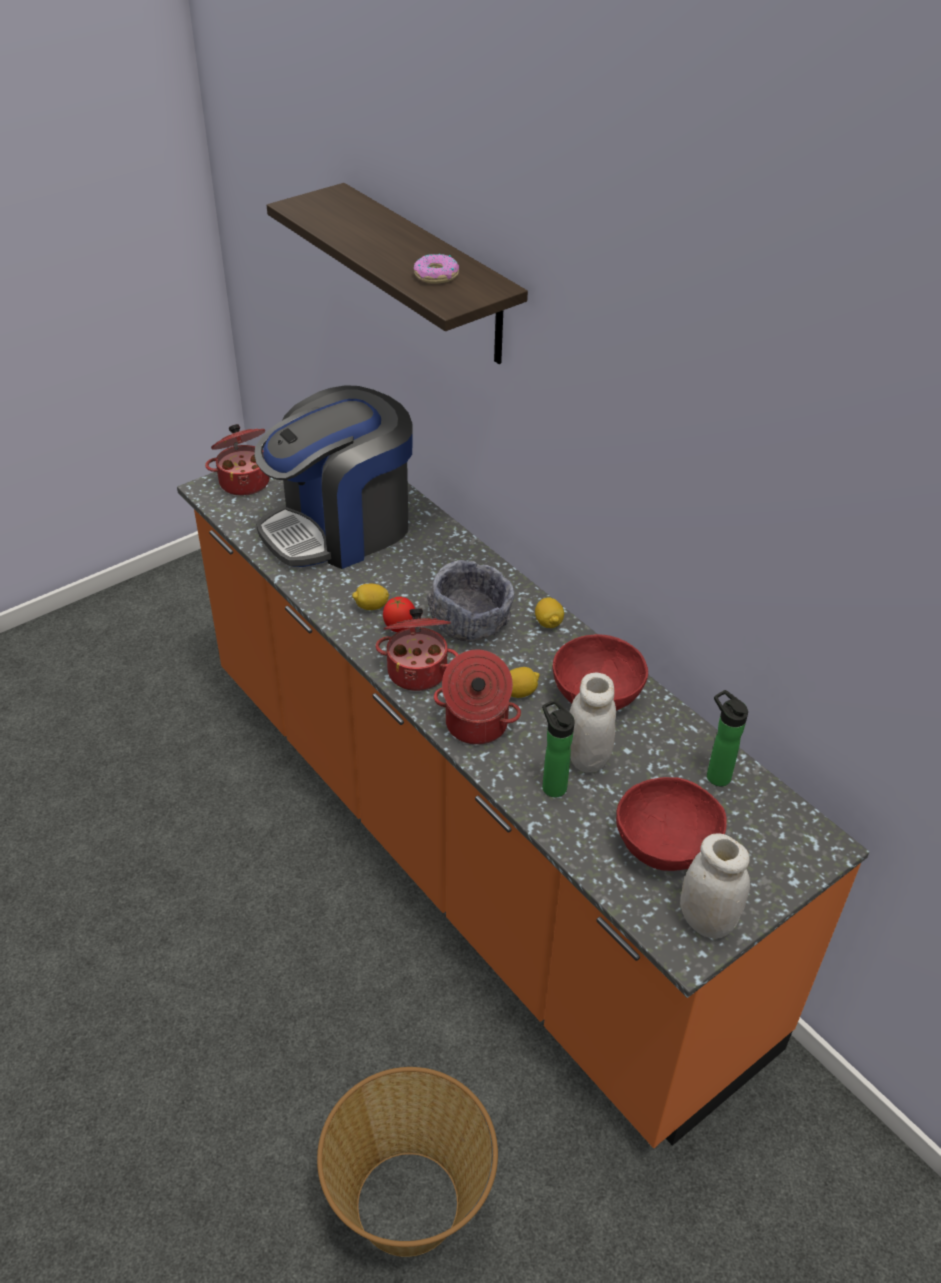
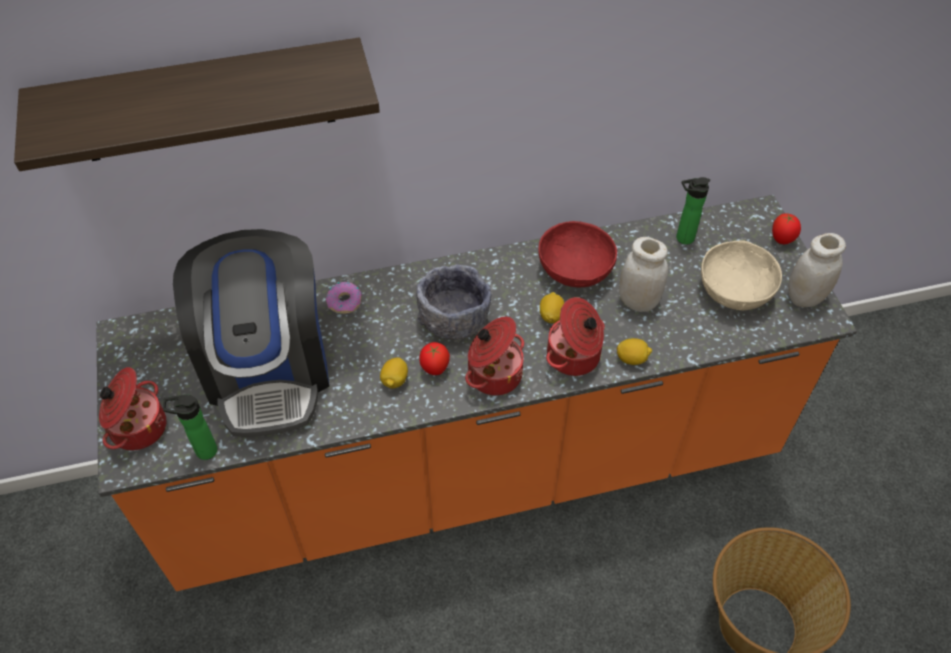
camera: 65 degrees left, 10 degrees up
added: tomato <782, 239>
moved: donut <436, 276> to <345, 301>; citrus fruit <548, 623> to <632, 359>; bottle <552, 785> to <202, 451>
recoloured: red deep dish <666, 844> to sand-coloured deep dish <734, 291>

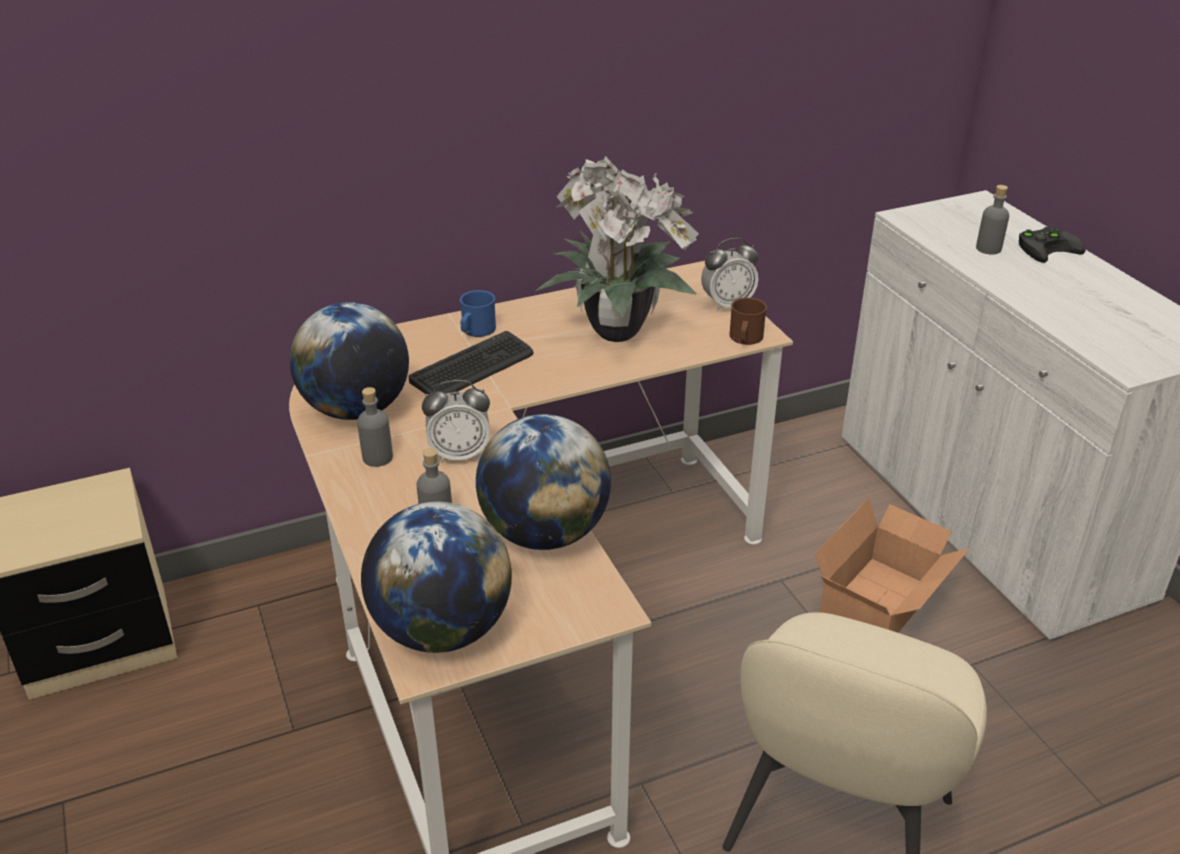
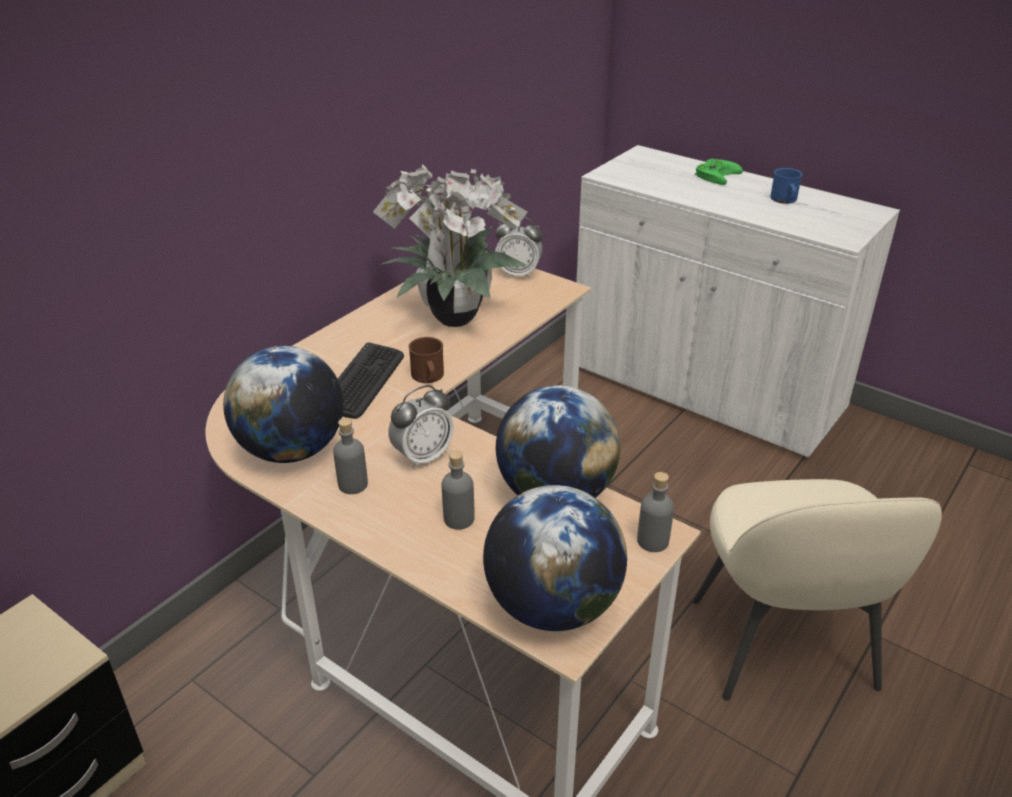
camera: 30 degrees left, 0 degrees up
removed: packing box <883, 603>
moved: grey bottle <988, 248> to <653, 541>; bluish coffee mug <476, 331> to <785, 200>; brown-coloured coffee mug <745, 339> to <428, 377>
recoloured: black joypad <1047, 247> to green-coloured joypad <716, 174>
turned: bedside clock <727, 304> = <518, 274> 60 degrees clockwise

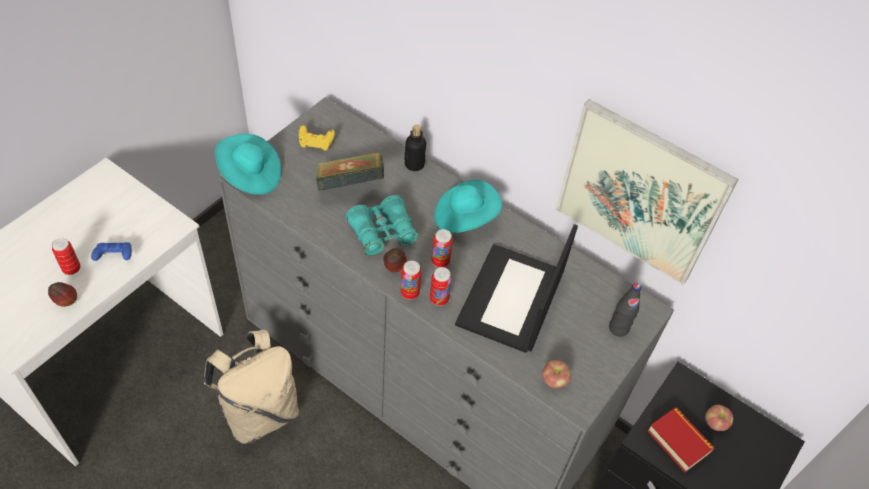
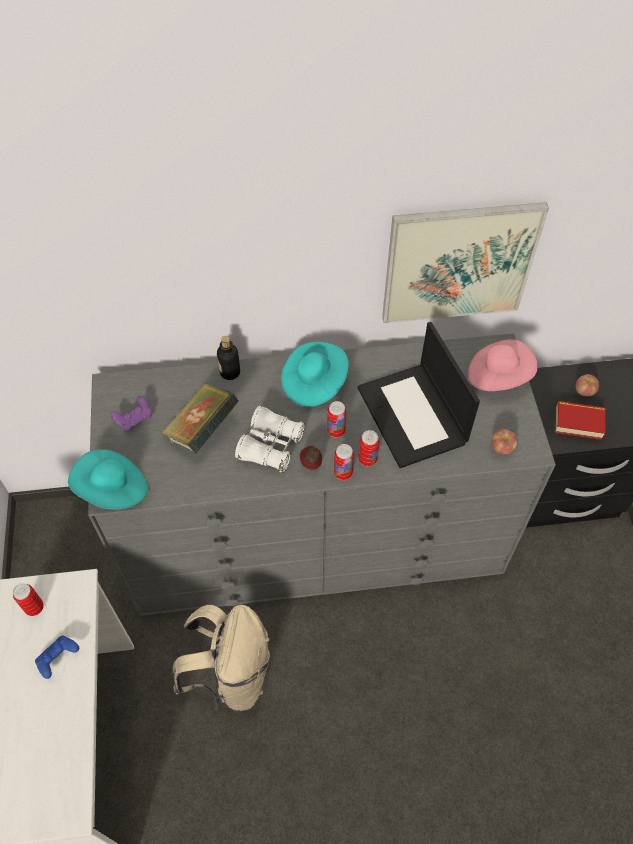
camera: 40 degrees left, 5 degrees up
removed: whole apple <66, 302>
moved: sealed can <71, 269> to <34, 607>
replaced: black bottle <618, 328> to pinkish hat <498, 376>
recoloured: yellow joypad <316, 144> to purple-coloured joypad <134, 418>; blue-green pair of binoculars <382, 233> to white pair of binoculars <270, 445>

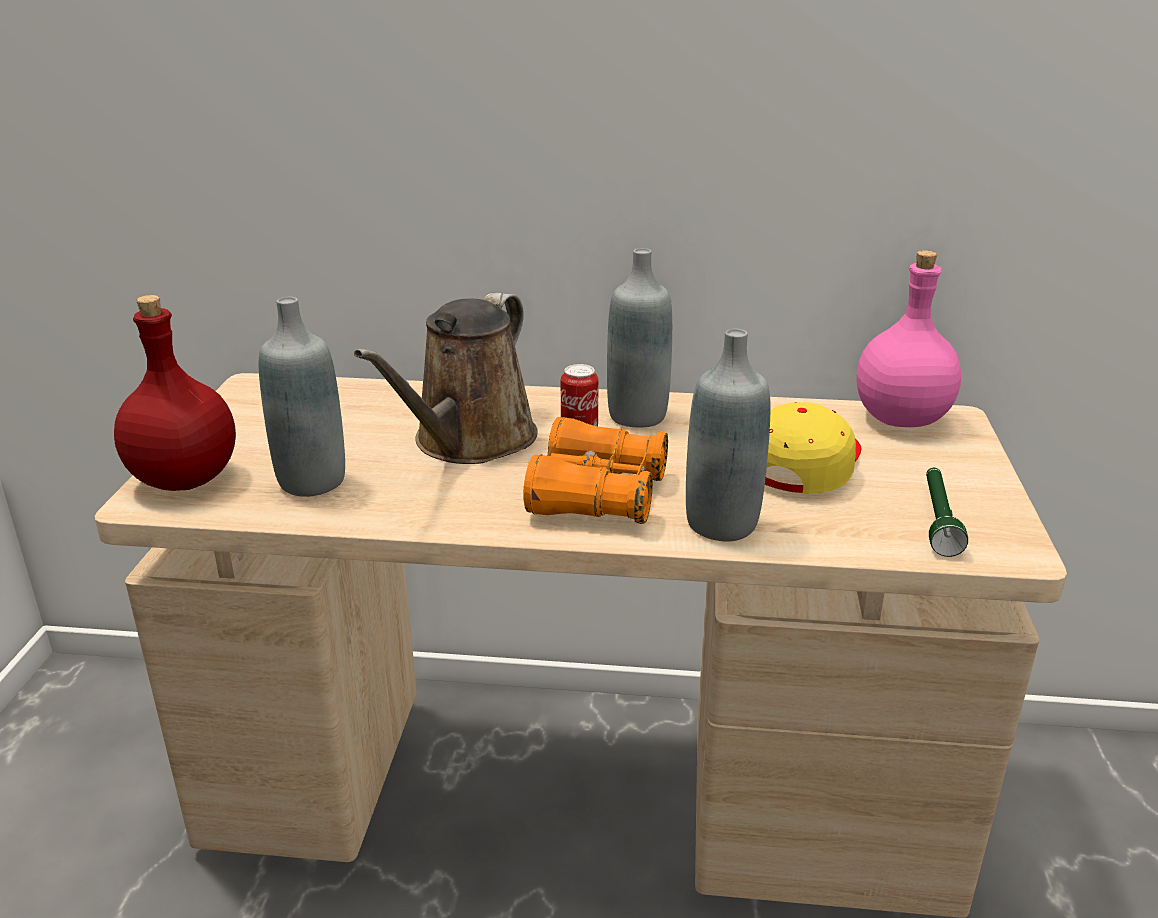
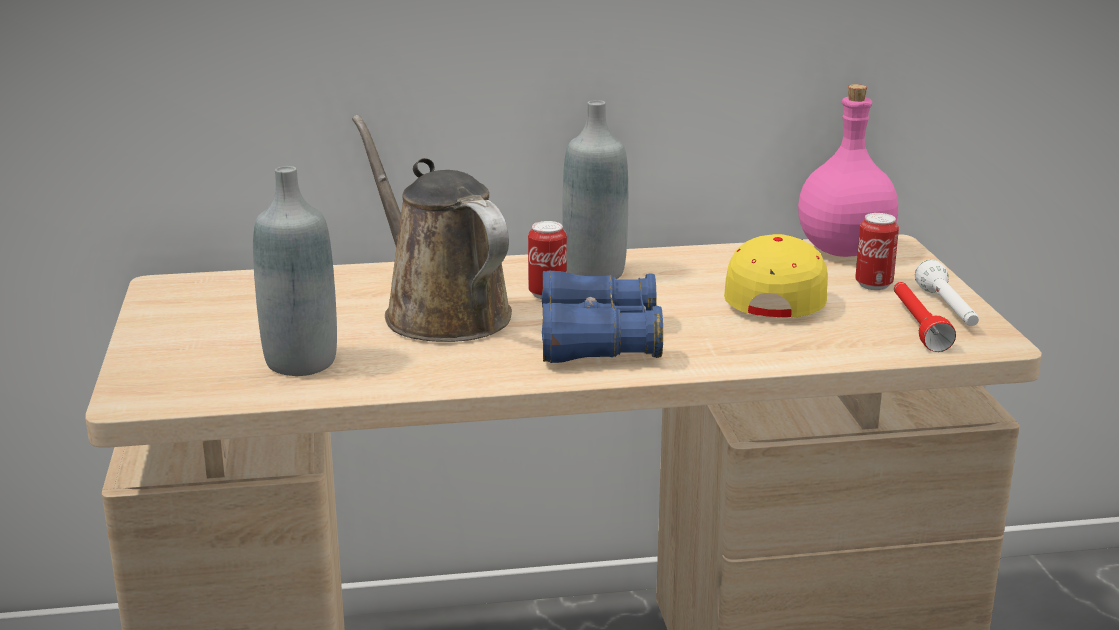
camera: 15 degrees left, 5 degrees down
removed: red bottle <184, 479>; grey bottle <722, 524>
added: sealed can <873, 285>; white torch <948, 310>
recoloured: orange pair of binoculars <597, 495> to bluish pair of binoculars <598, 341>; green-coloured torch <938, 520> to red torch <917, 326>
turned: brown-coloured sprinkling can <469, 442> = <440, 312> 135 degrees clockwise

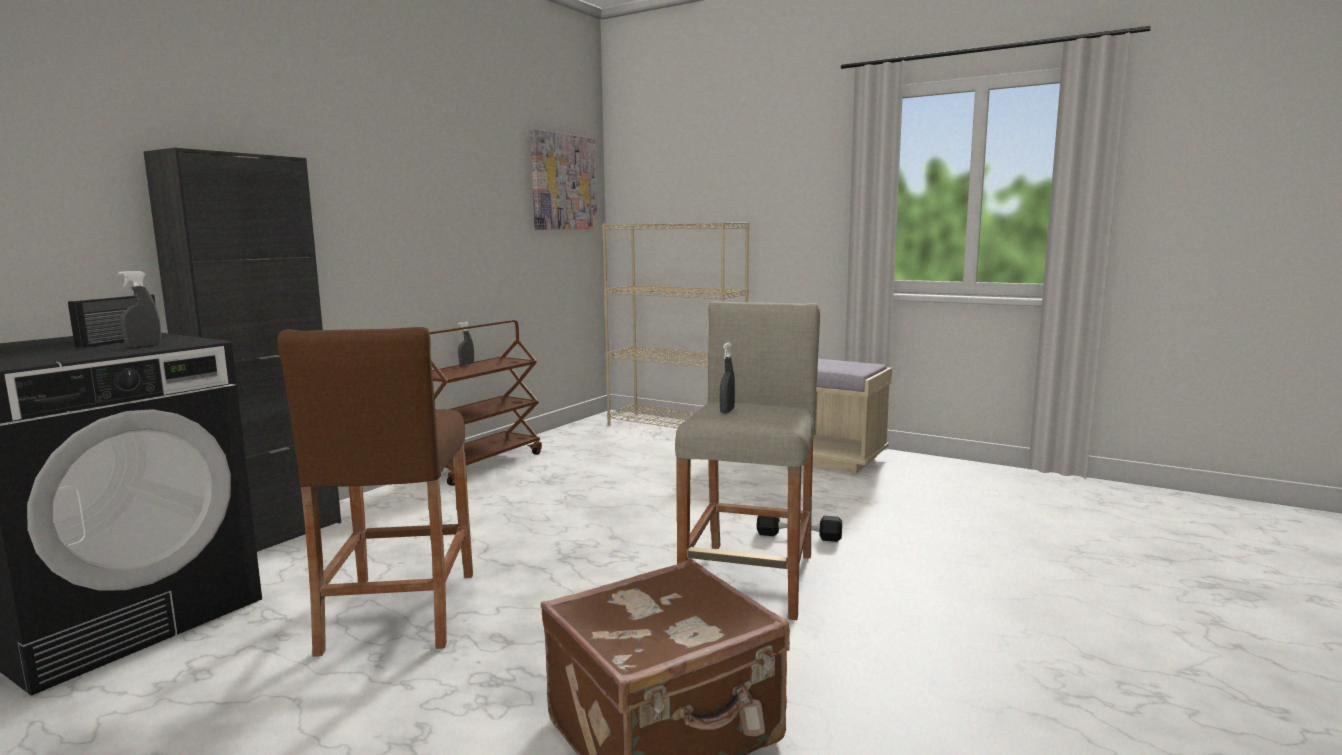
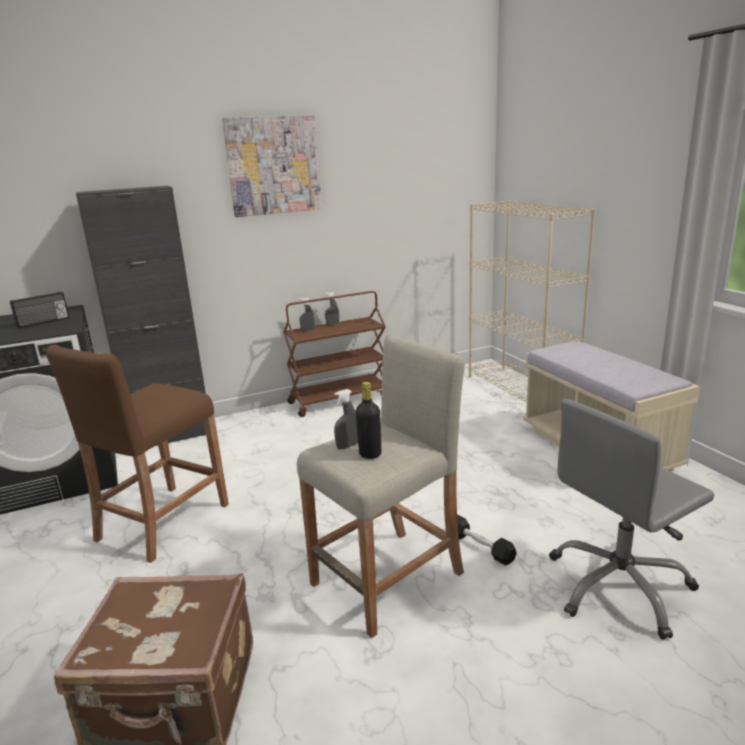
camera: 35 degrees right, 10 degrees up
added: black bottle <370, 454>; grey computer chair <619, 586>
moved: wall art <563, 182> to <273, 165>; grey sprayer <144, 346> to <307, 330>

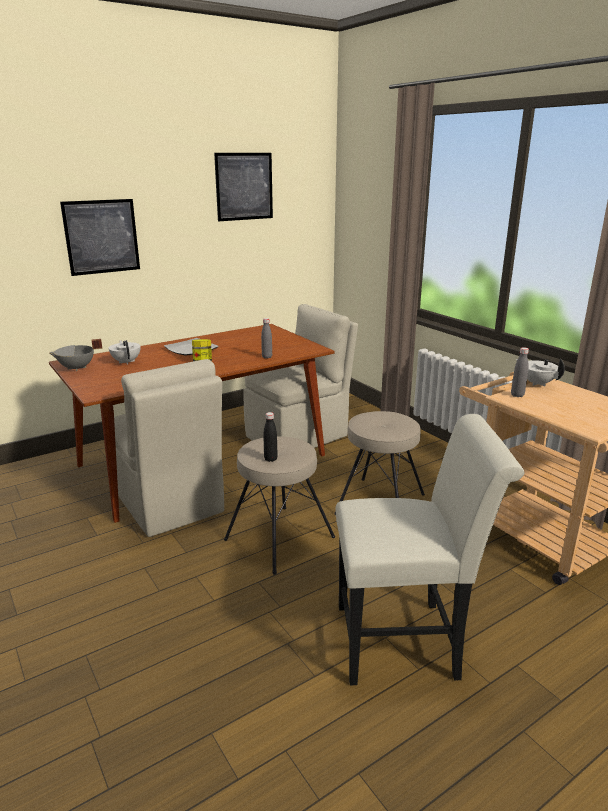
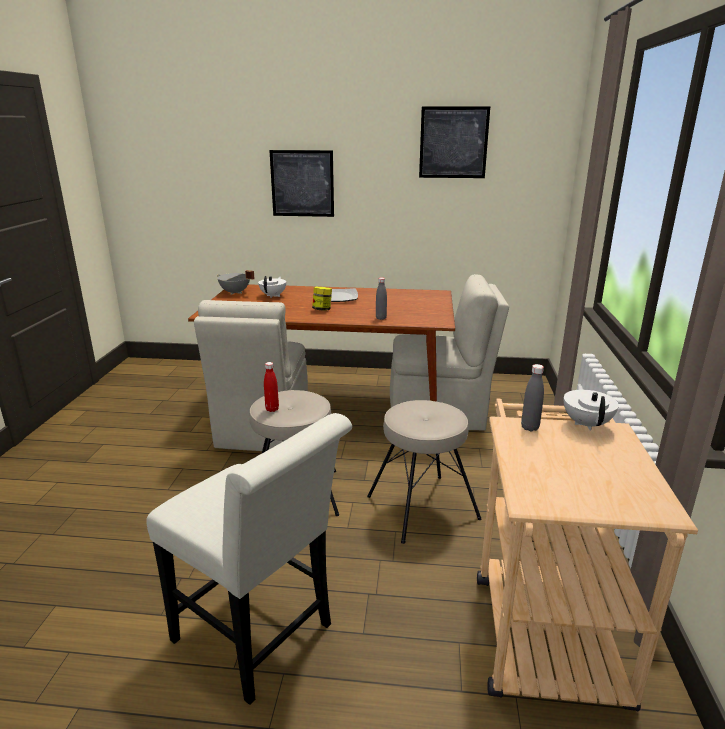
camera: 40 degrees right, 0 degrees up
recoloured: black bottle <270, 459> to red bottle <272, 409>

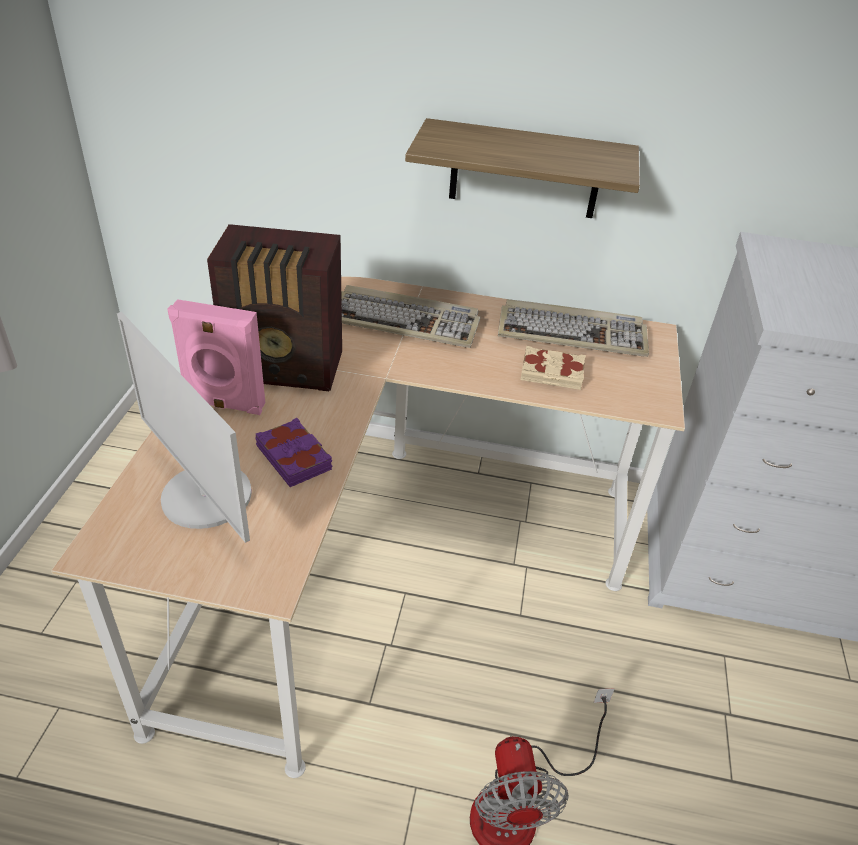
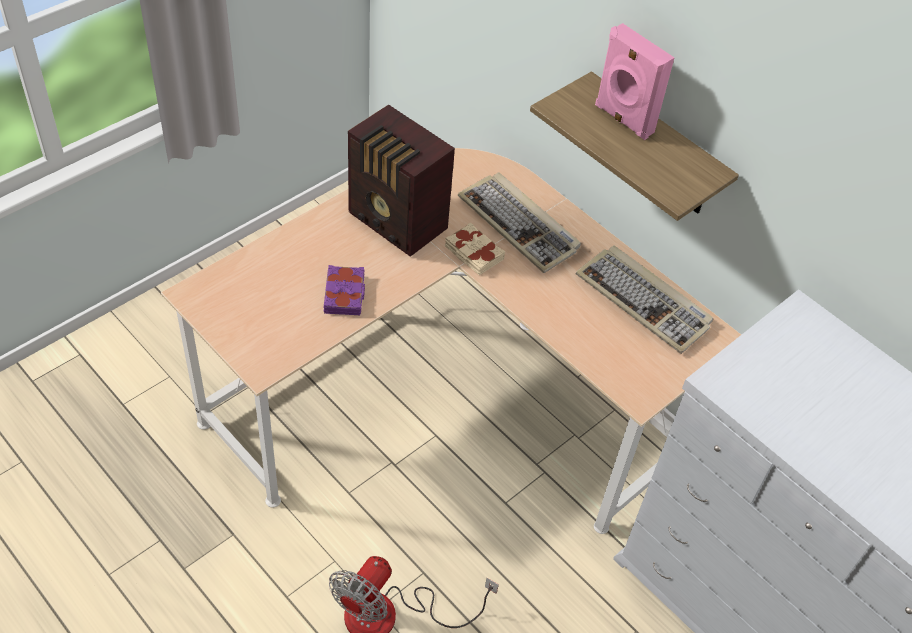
camera: 35 degrees right, 10 degrees up
removed: monitor <205, 497>
moved: pinkish loudspeaker <224, 404> to <622, 120>; sand-coloured volume <551, 374> to <473, 253>

